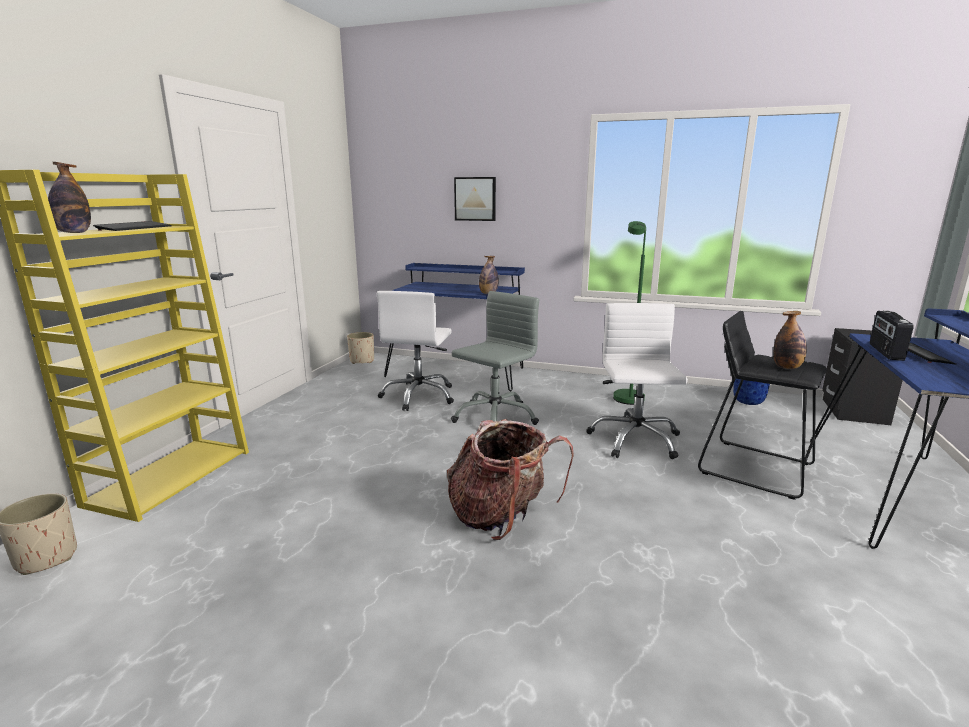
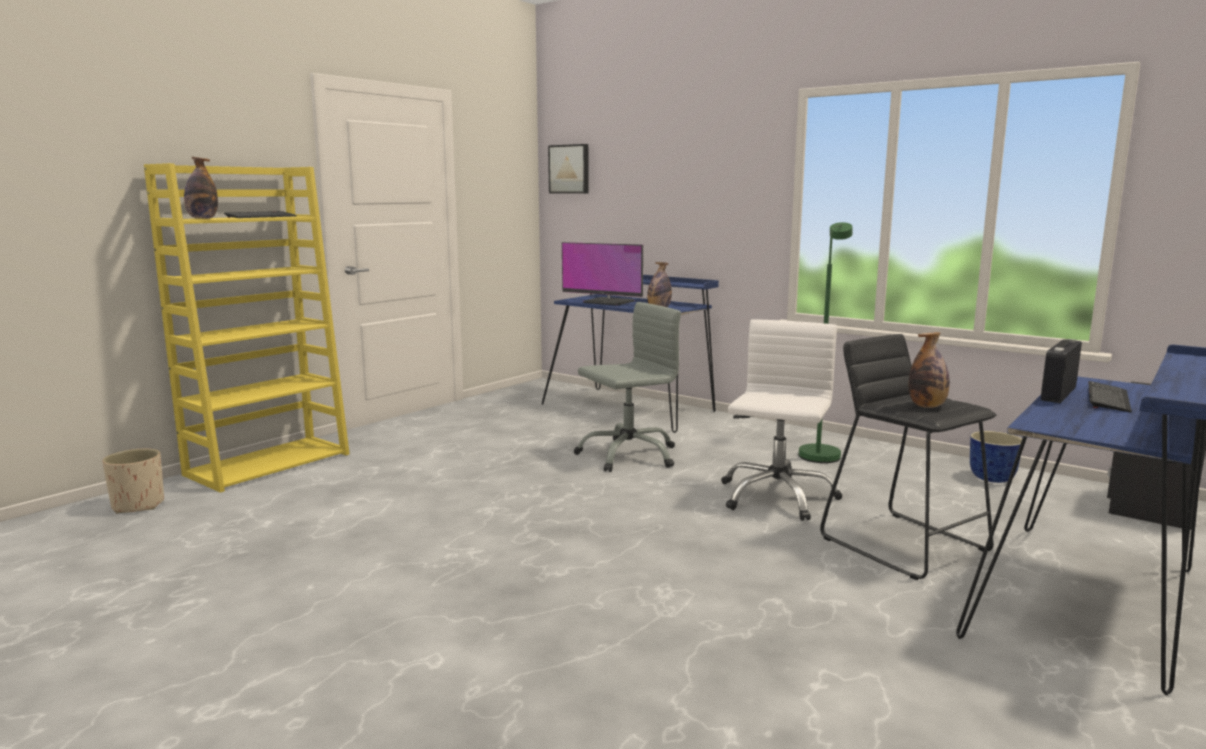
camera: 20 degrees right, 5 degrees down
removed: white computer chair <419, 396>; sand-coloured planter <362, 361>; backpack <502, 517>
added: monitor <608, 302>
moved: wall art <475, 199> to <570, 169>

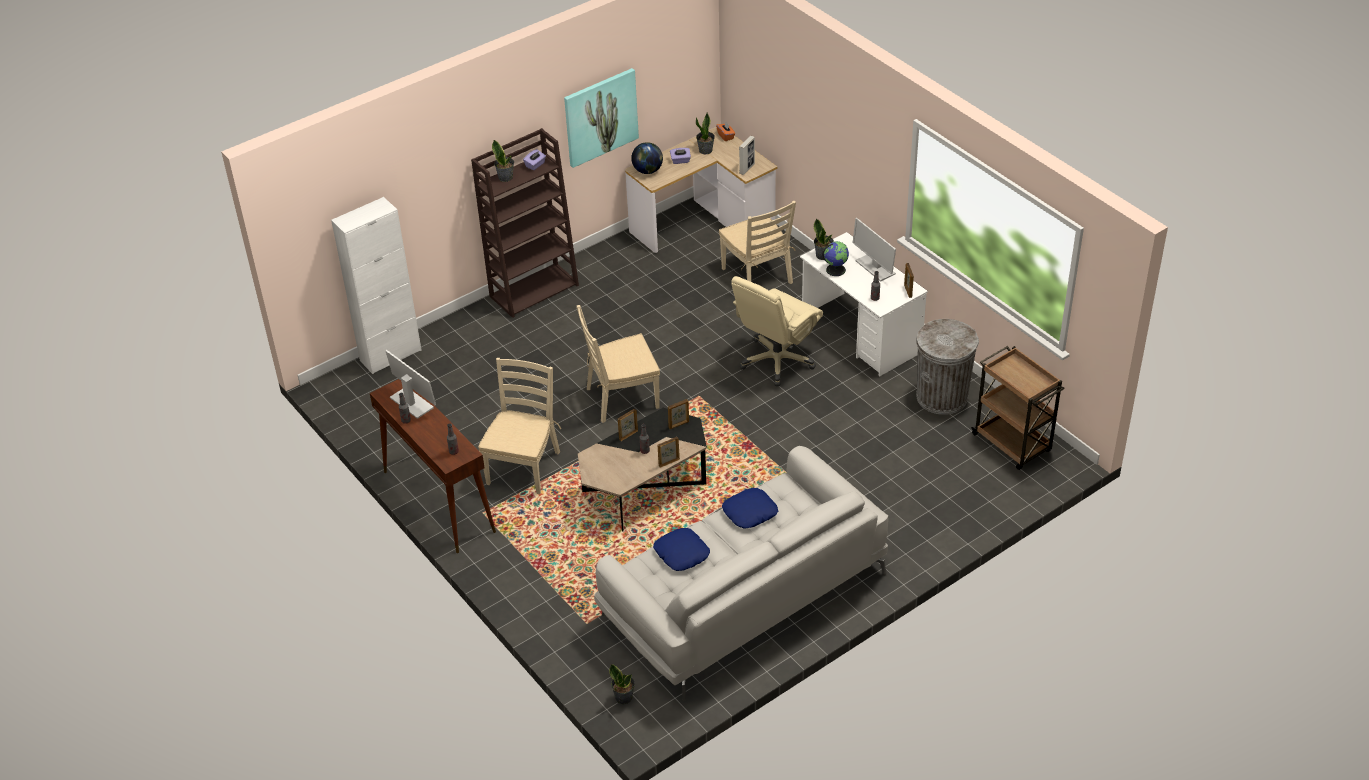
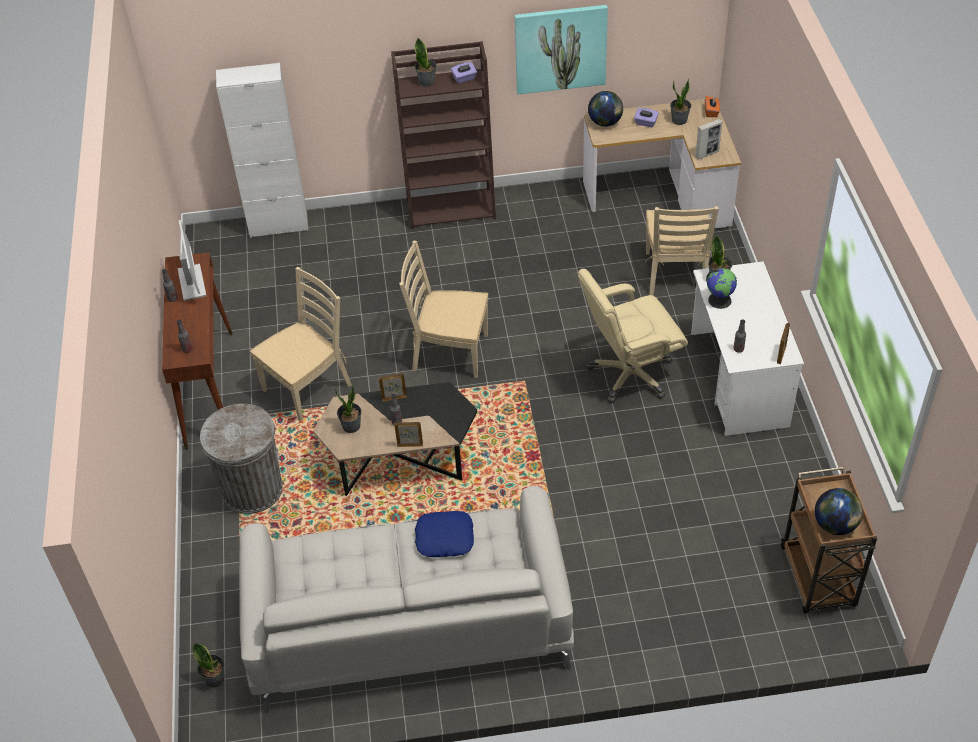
camera: 30 degrees right, 5 degrees up
removed: monitor <874, 267>; standing frame <679, 425>; bluish cushion <681, 554>
added: potted plant <351, 426>; world globe <835, 525>
moved: grey trash can <941, 397> to <252, 489>

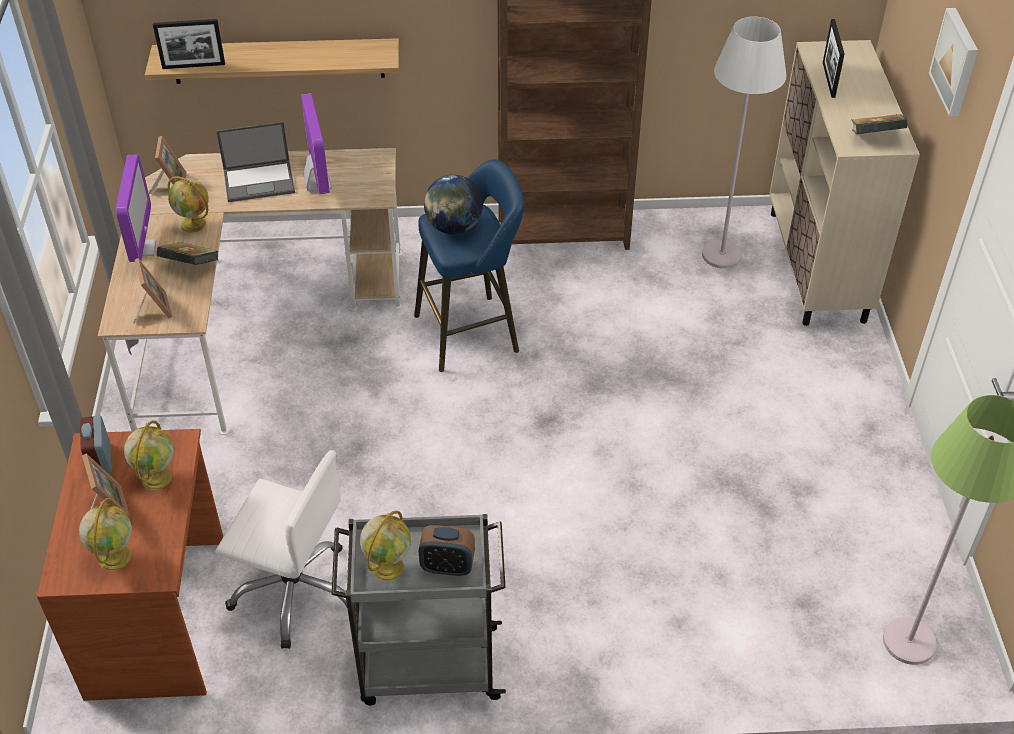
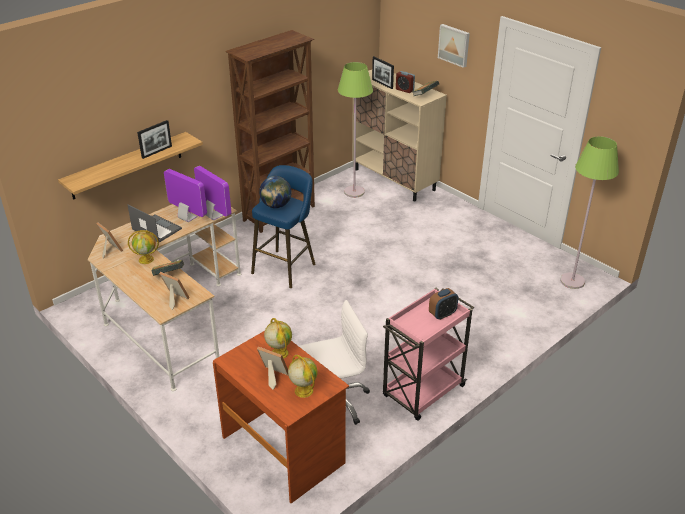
camera: 40 degrees left, 10 degrees down
removed: world globe <388, 566>
moved: standing frame <193, 66> to <157, 152>; monitor <142, 248> to <214, 216>; bedside clock <100, 460> to <404, 90>
recoloured: white floor lamp <722, 255> to green-coloured floor lamp <354, 192>; grey trolley <427, 666> to pinkish trolley <422, 392>
turned: portable computer <260, 181> = <156, 229> 90 degrees counterclockwise

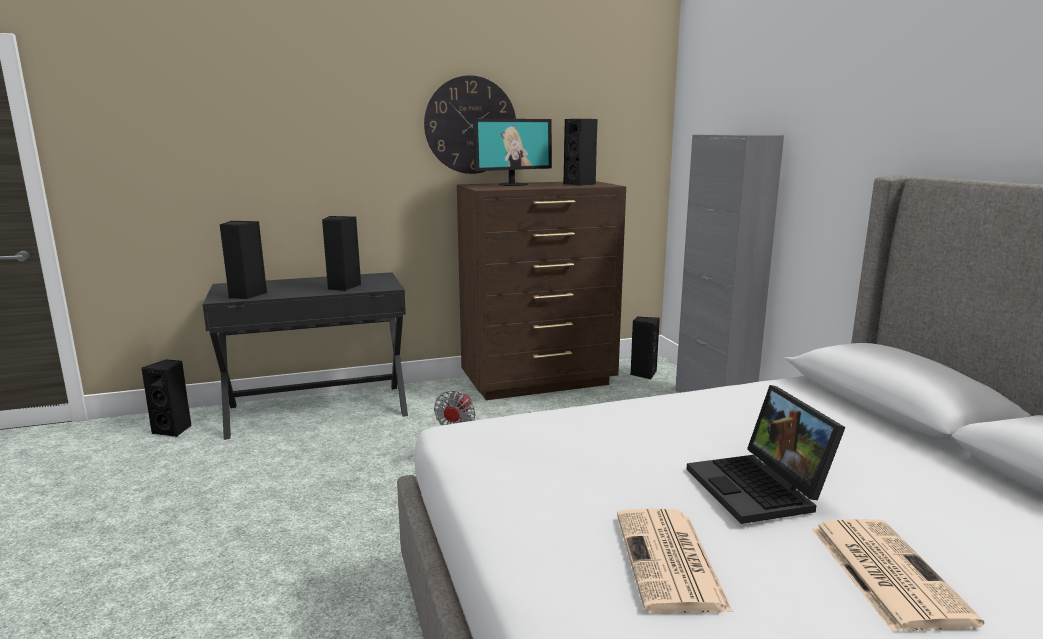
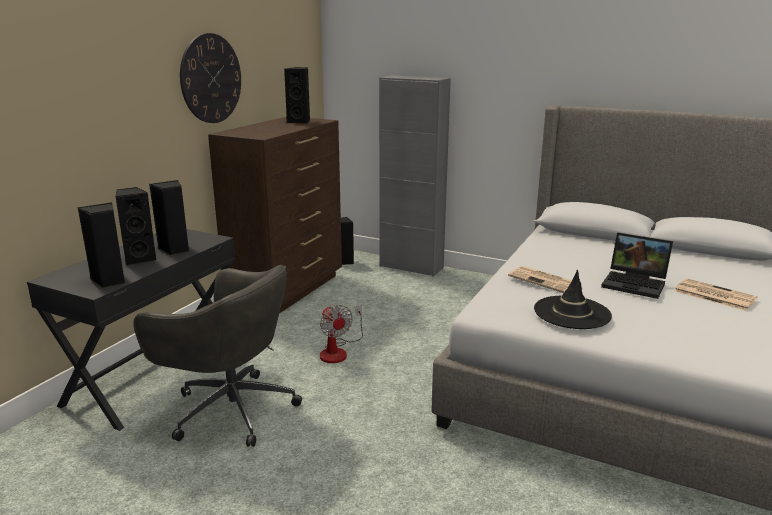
camera: 45 degrees left, 5 degrees up
removed: monitor <513, 184>
added: grey computer chair <230, 409>; black hat <572, 313>
moved: black loudspeaker <174, 430> to <139, 258>; newspaper <670, 561> to <545, 281>

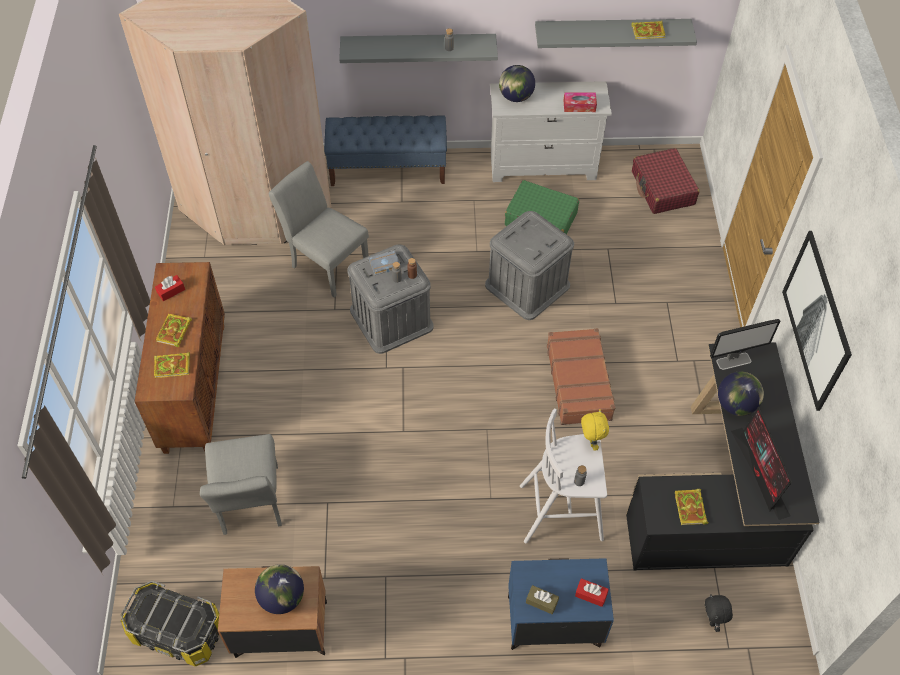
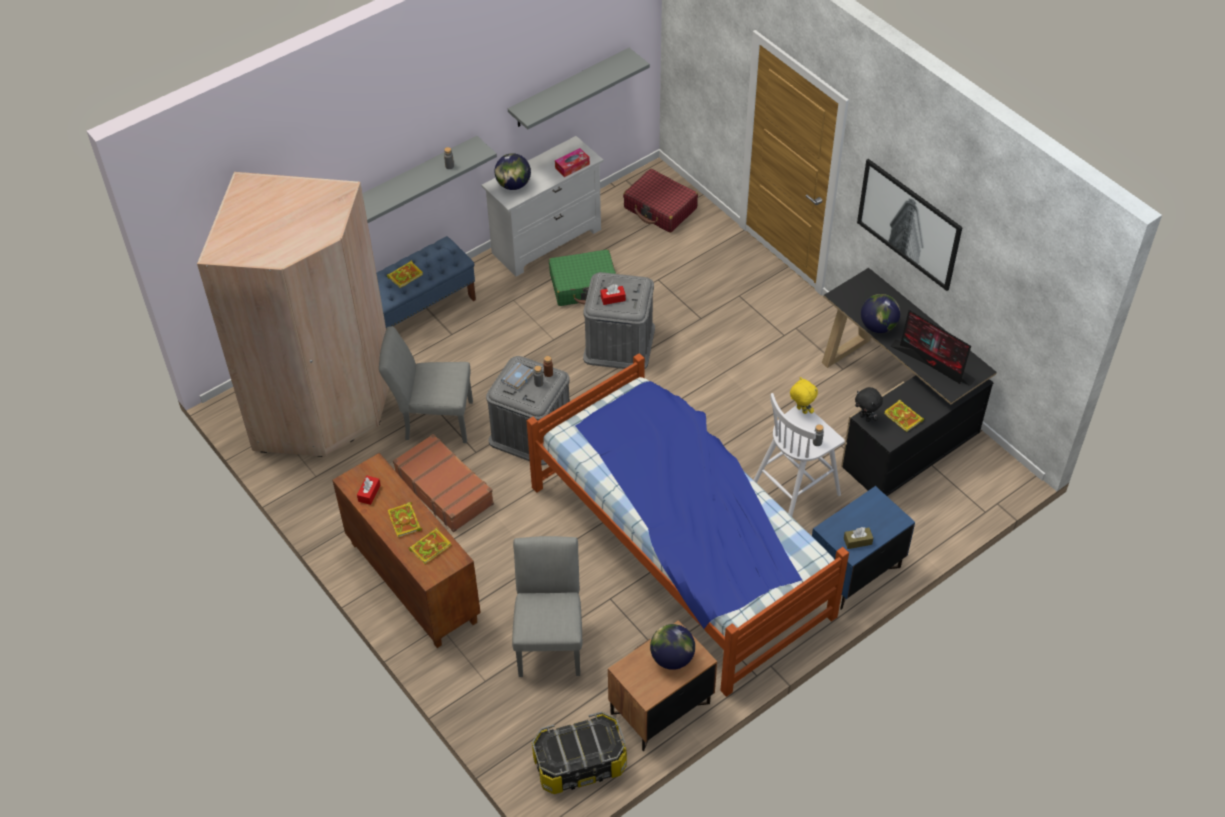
camera: 35 degrees left, 5 degrees down
removed: monitor <734, 361>
added: bed <681, 549>
moved: volume <649, 31> to <406, 275>; brown-coloured piece of luggage <579, 382> to <444, 489>; red tissue holder <591, 595> to <613, 298>; black plush toy <712, 620> to <866, 418>
turned: grey chair <250, 506> = <550, 640> 135 degrees counterclockwise

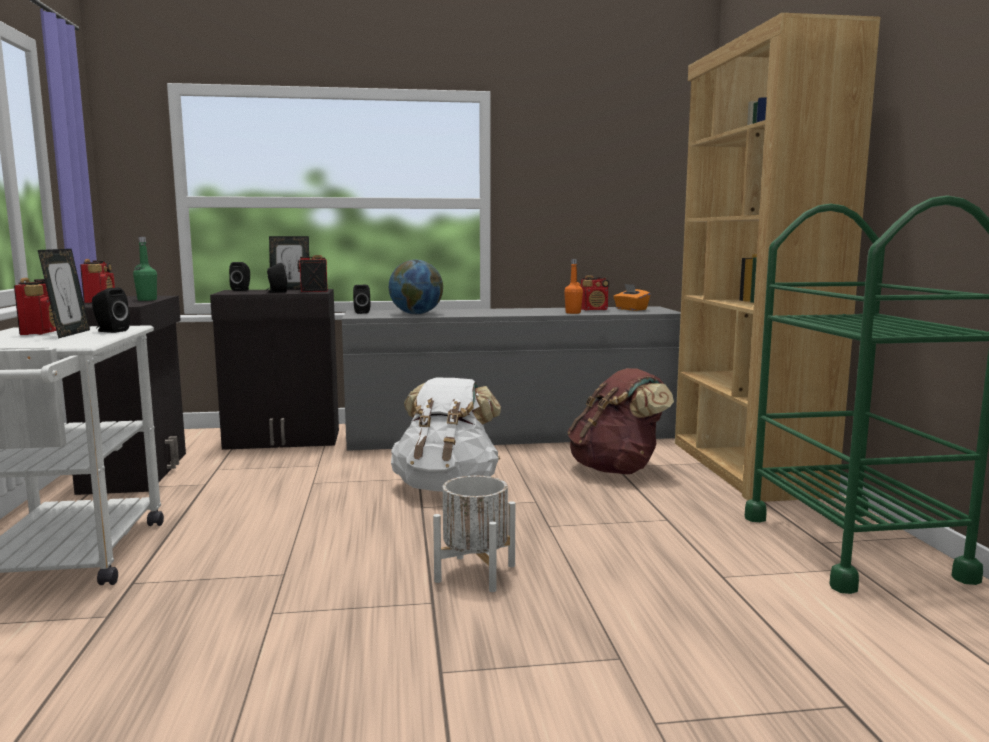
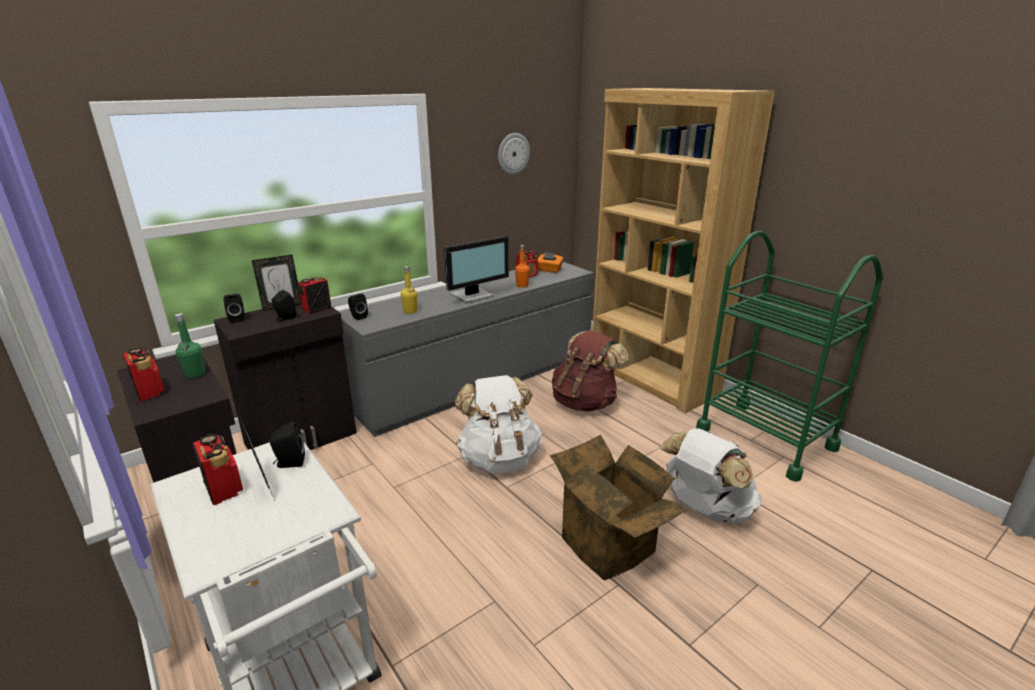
camera: 30 degrees left, 15 degrees up
added: hanging clock <513, 153>; monitor <473, 296>; white backpack <704, 509>
replaced: world globe <416, 314> to yellow bottle <410, 311>; white planter <475, 573> to packing box <612, 544>

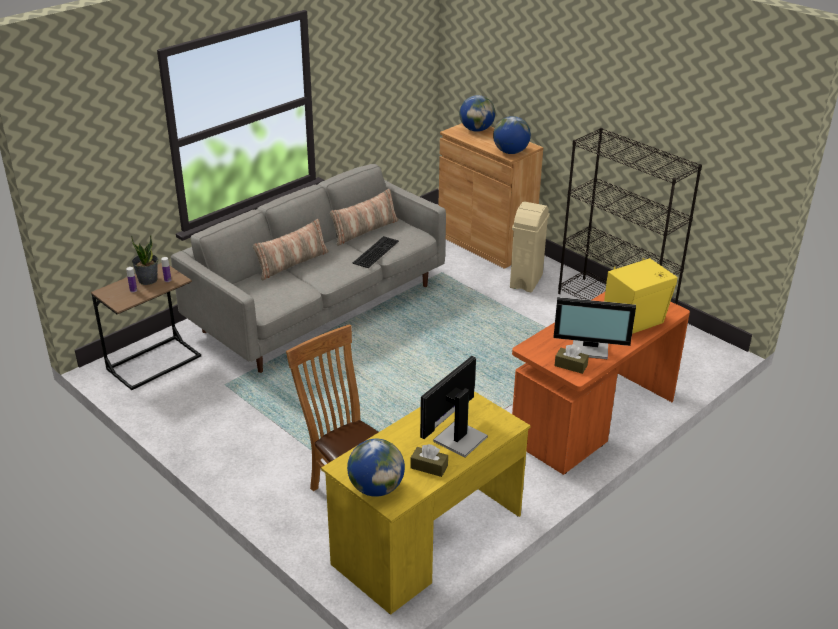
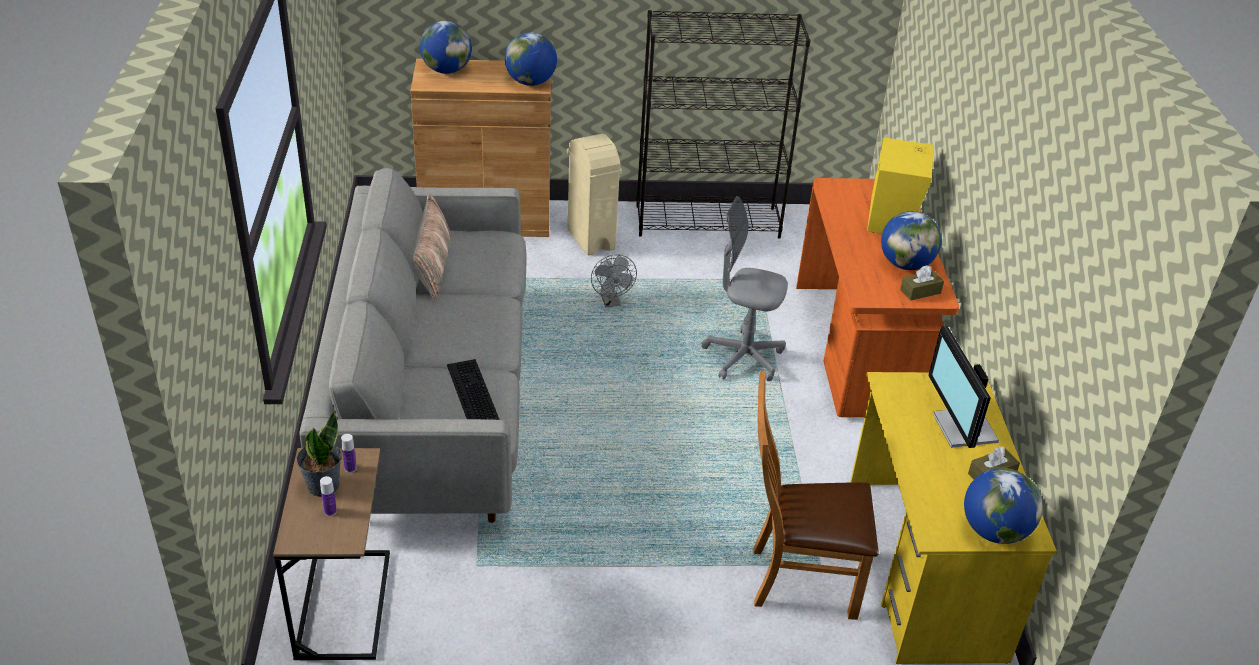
camera: 50 degrees left, 5 degrees up
removed: cushion <292, 263>
added: grey computer chair <743, 357>; grey cooling fan <611, 302>
moved: keyboard <375, 251> to <470, 393>
replaced: monitor <590, 348> to world globe <905, 264>

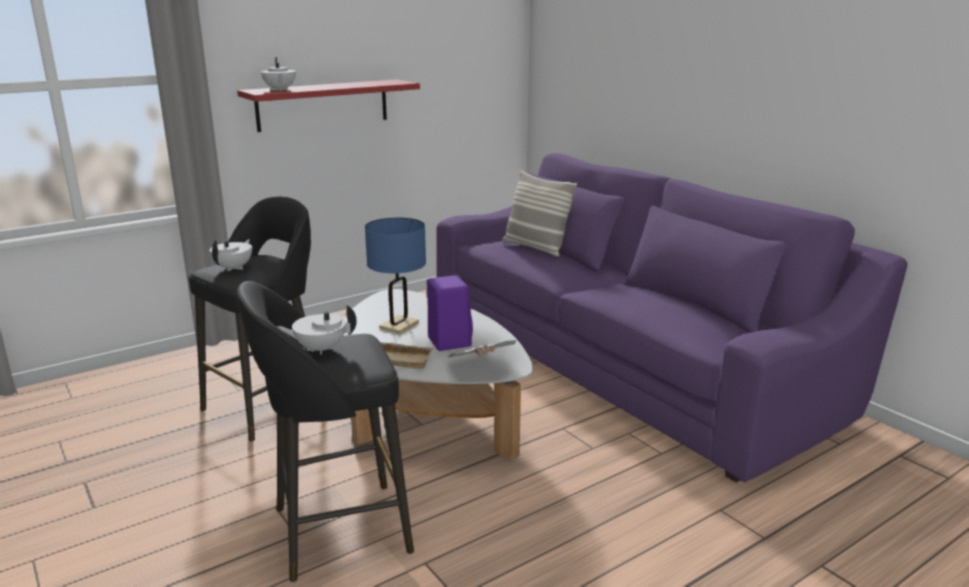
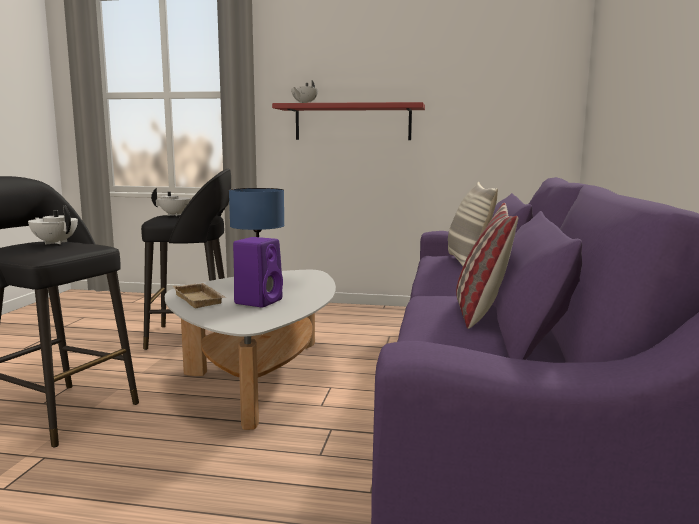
camera: 45 degrees right, 10 degrees down
removed: newspaper <481, 367>
added: cushion <481, 312>

